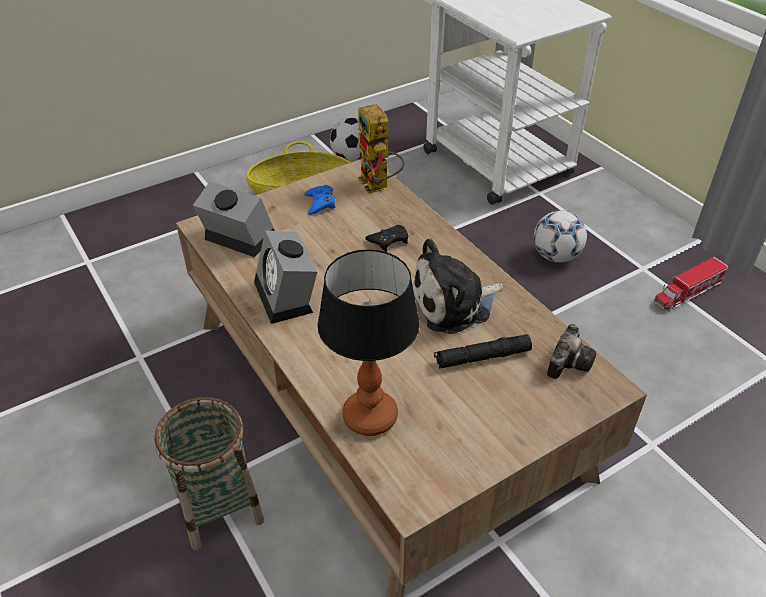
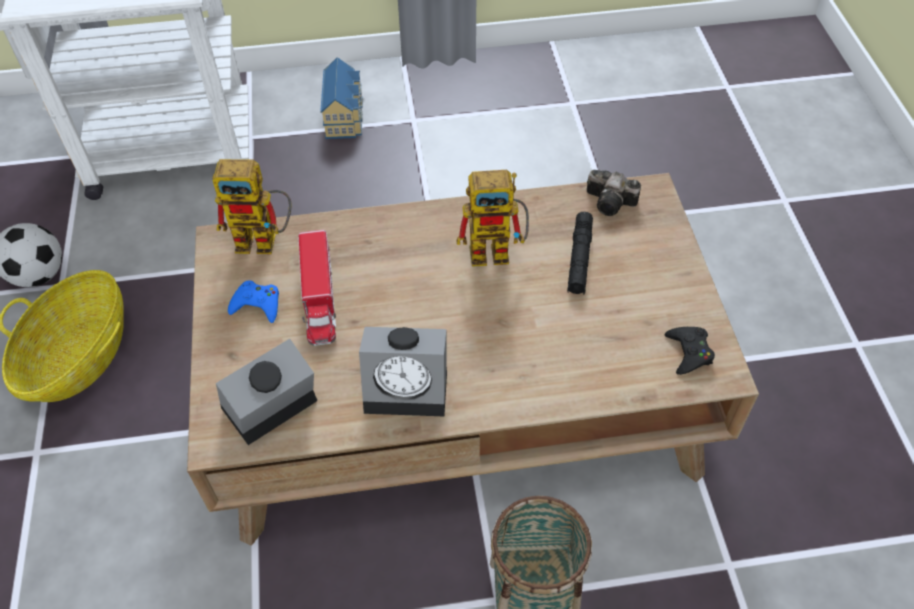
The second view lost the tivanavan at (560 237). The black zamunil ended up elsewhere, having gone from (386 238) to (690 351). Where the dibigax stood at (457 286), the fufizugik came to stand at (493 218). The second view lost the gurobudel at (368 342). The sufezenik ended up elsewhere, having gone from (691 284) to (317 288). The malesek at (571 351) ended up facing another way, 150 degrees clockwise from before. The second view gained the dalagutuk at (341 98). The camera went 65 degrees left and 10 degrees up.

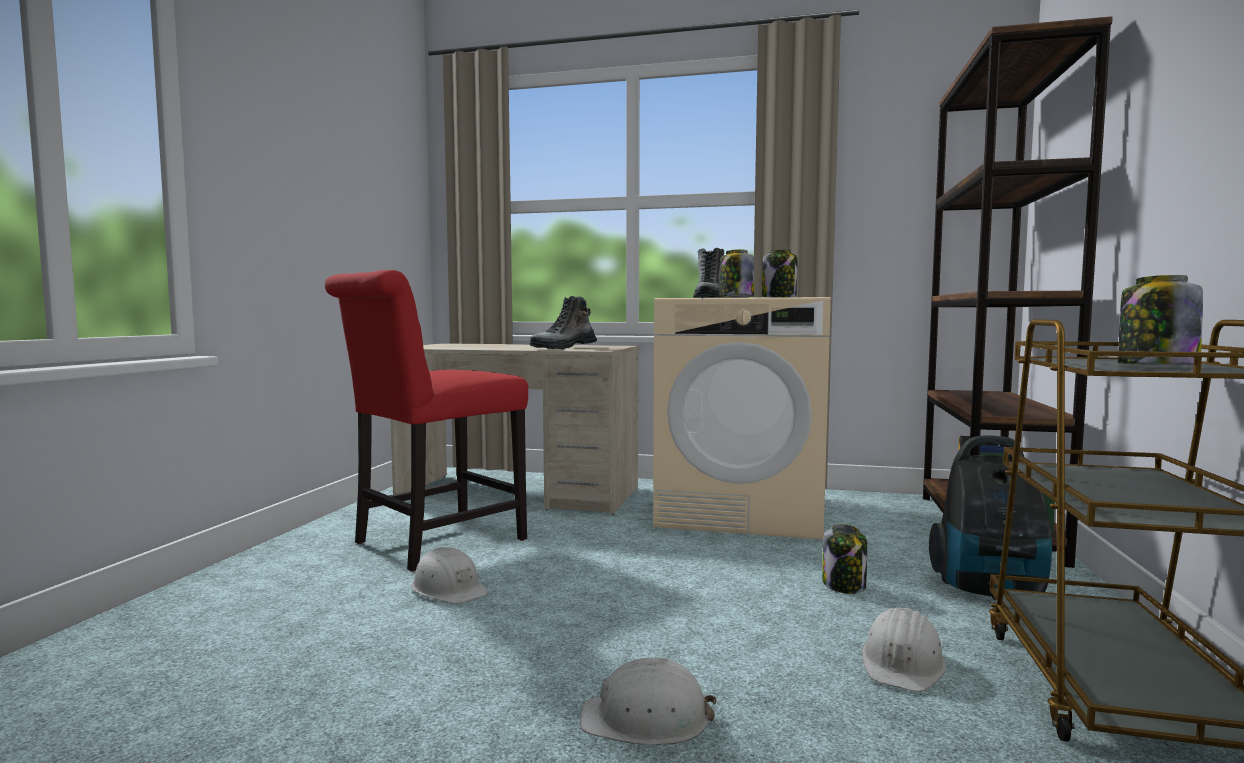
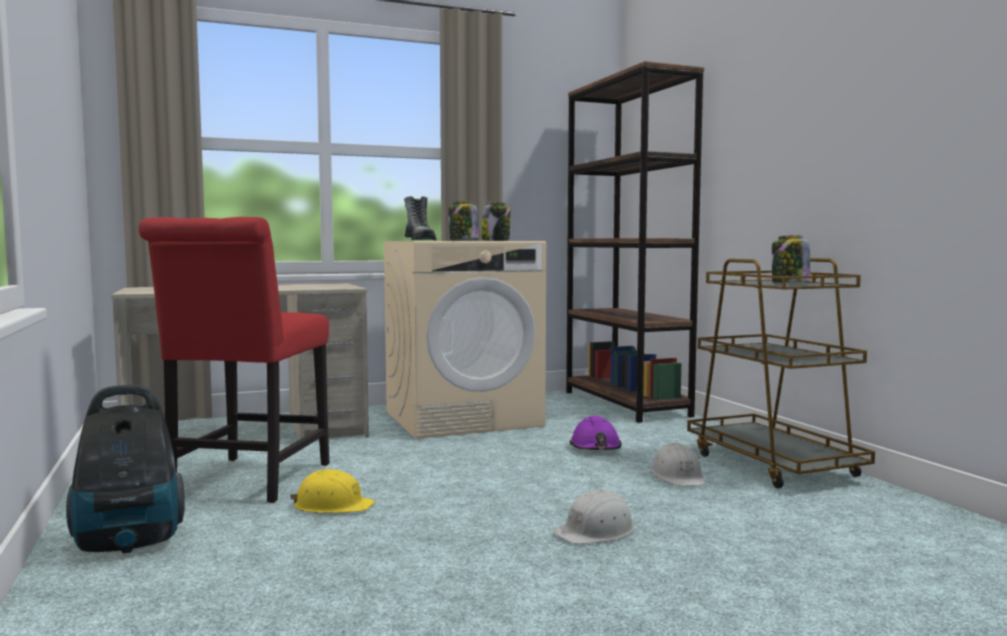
The second view lost the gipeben at (563 322). The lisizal ended up elsewhere, having gone from (990 517) to (125 469). Where the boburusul stood at (844 559), the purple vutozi came to stand at (596 433). What was the white vutozi at (449 575) turned into the yellow vutozi at (332 491). The camera went 35 degrees left and 0 degrees up.

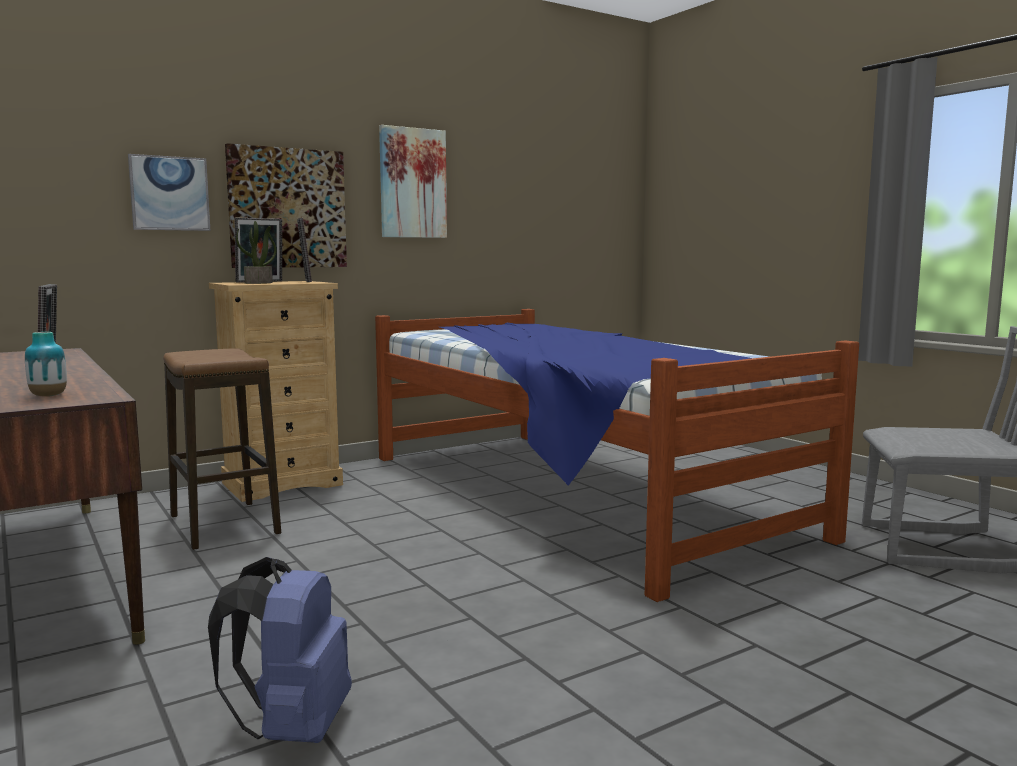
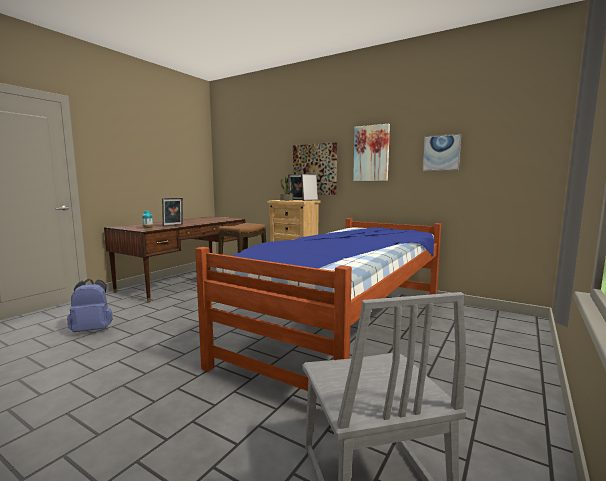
The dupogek ended up elsewhere, having gone from (169 192) to (441 152). The camera went 65 degrees right and 0 degrees up.

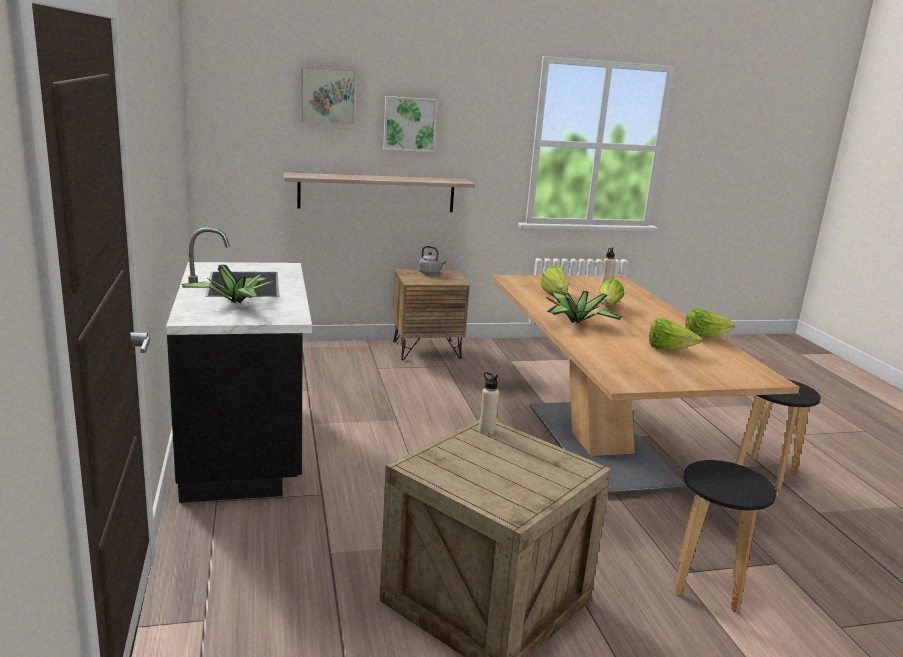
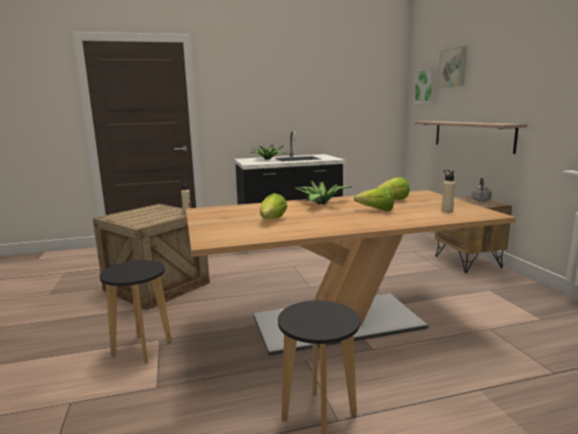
The dupogek ended up elsewhere, having gone from (410 124) to (425 85). The second view lost the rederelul at (710 322). The camera went 90 degrees right and 5 degrees down.

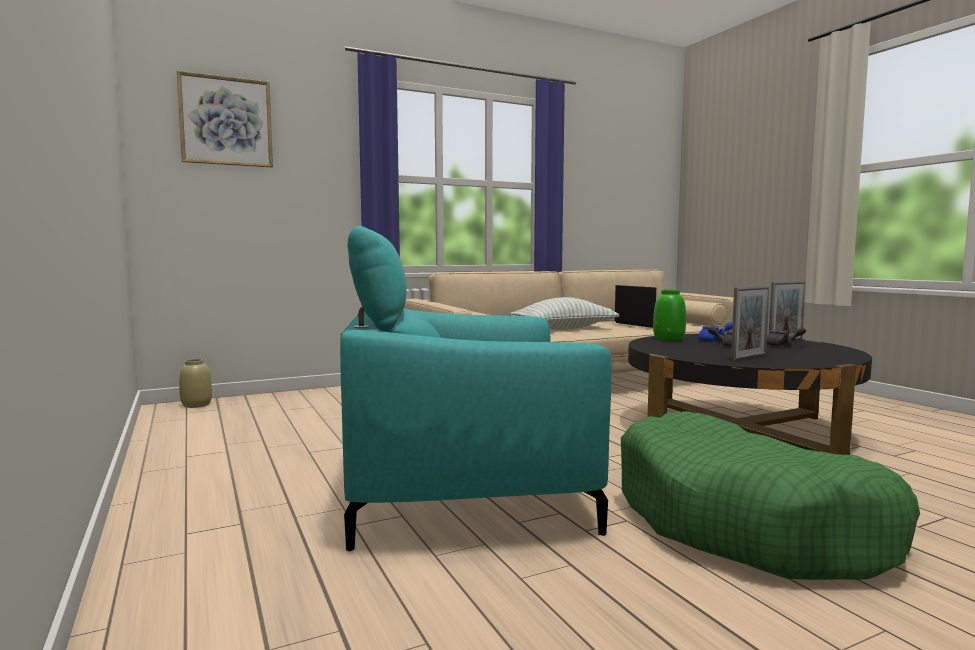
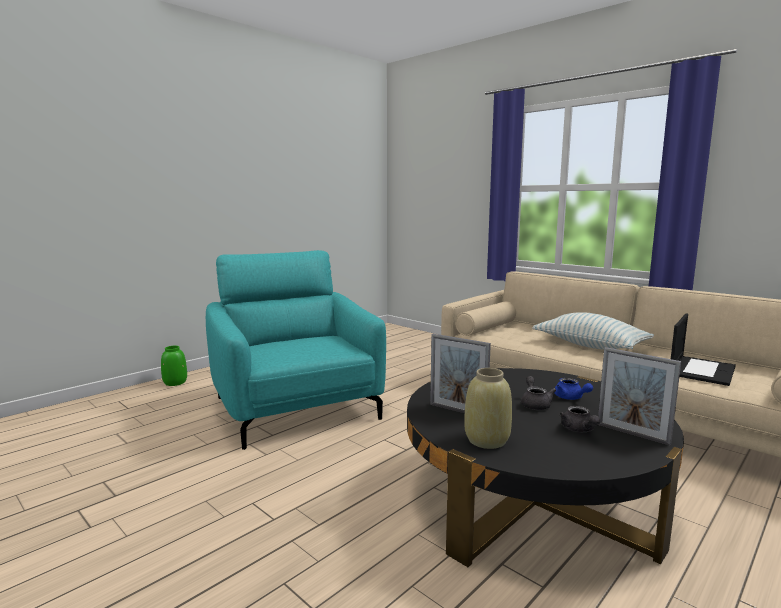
The second view lost the dupogek at (225 119). The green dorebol ended up elsewhere, having gone from (669 315) to (174 366). The beige dorebol ended up elsewhere, having gone from (195 383) to (488 408). The second view lost the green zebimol at (770 495). The camera went 70 degrees right and 5 degrees up.

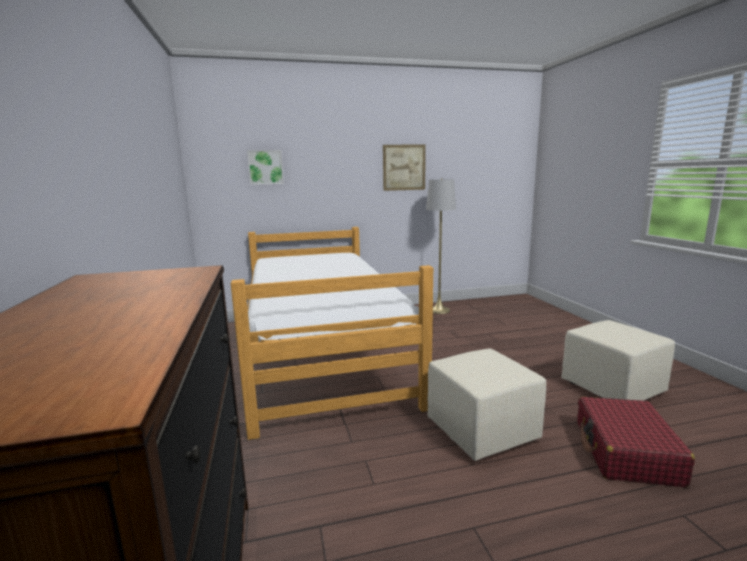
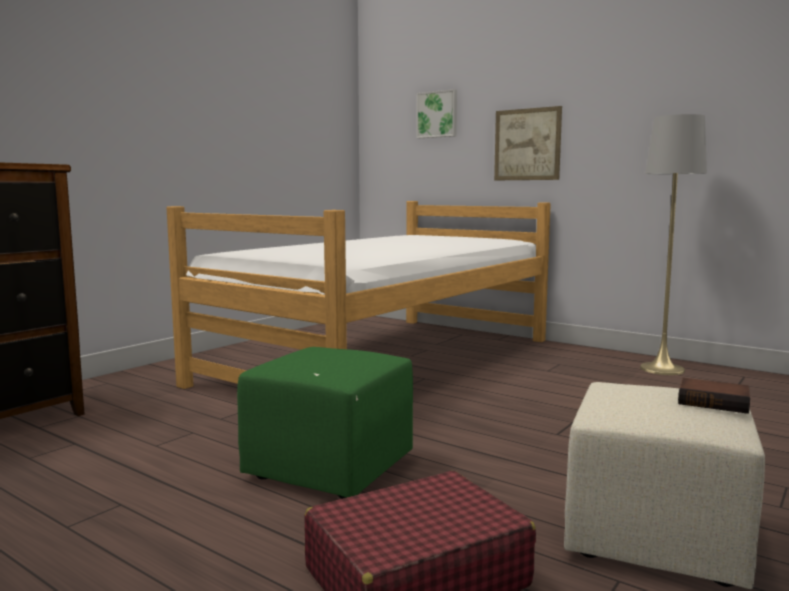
The dupogek ended up elsewhere, having gone from (404 168) to (528 143). What was the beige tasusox at (487 404) turned into the green tasusox at (325 423). The second view gained the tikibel at (714 396). The camera went 50 degrees right and 5 degrees down.

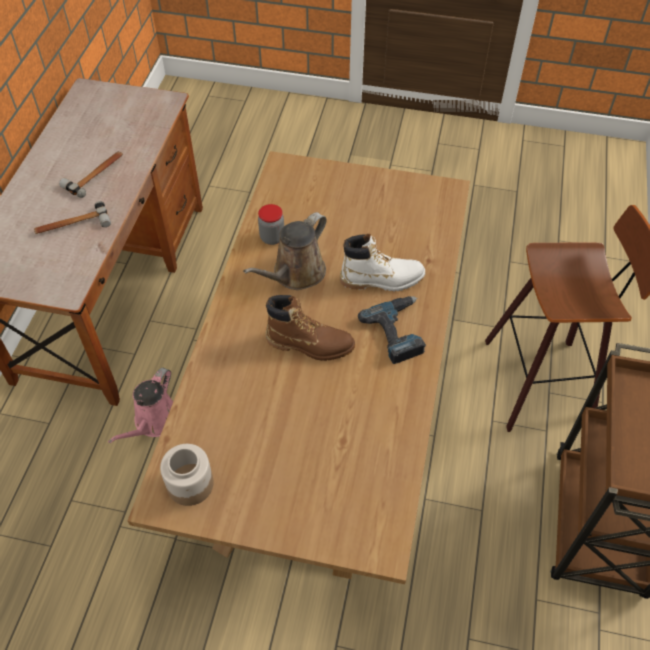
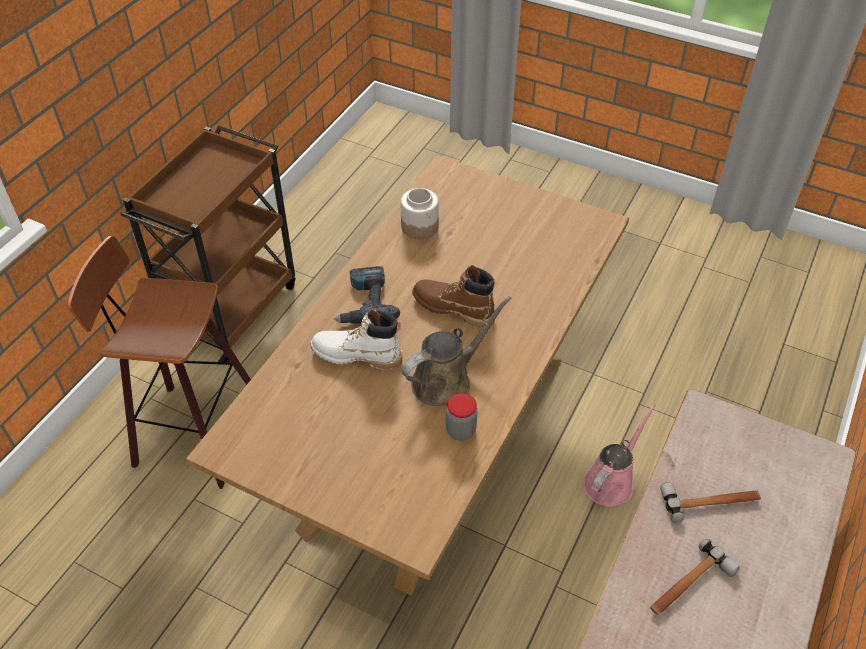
The boburusul ended up elsewhere, having gone from (186 475) to (419 213). The camera went 165 degrees left and 5 degrees down.

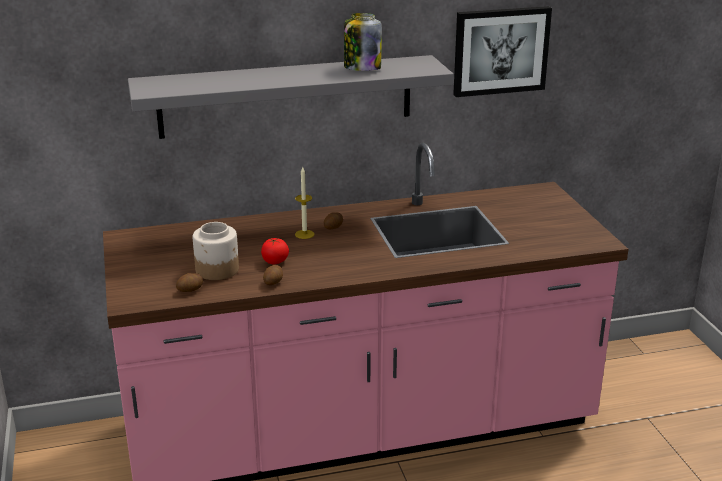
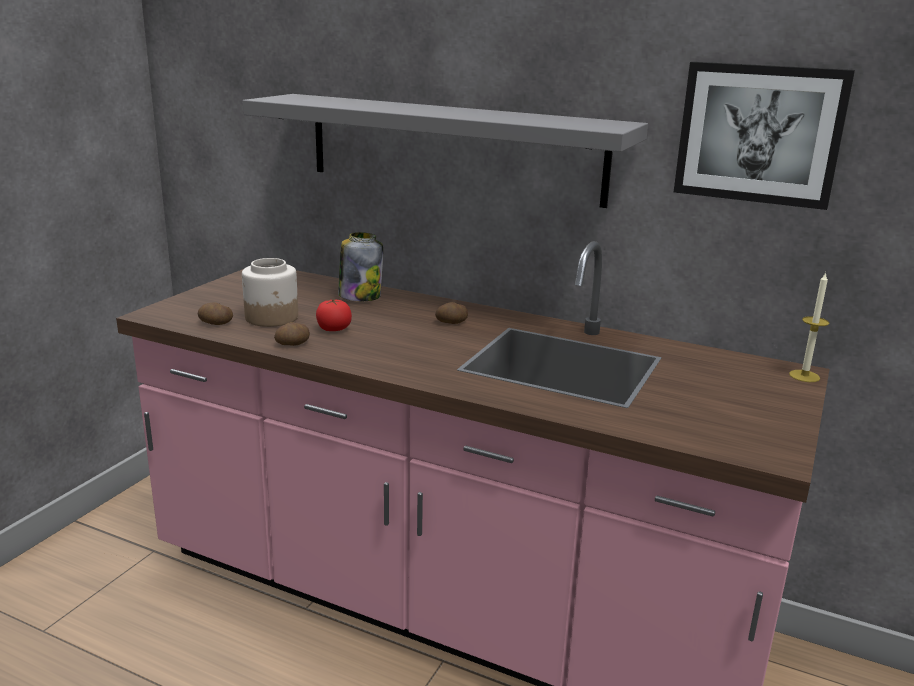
The boburusul ended up elsewhere, having gone from (363 42) to (360 266). The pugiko ended up elsewhere, having gone from (304 203) to (809 327). The camera went 40 degrees right and 5 degrees down.

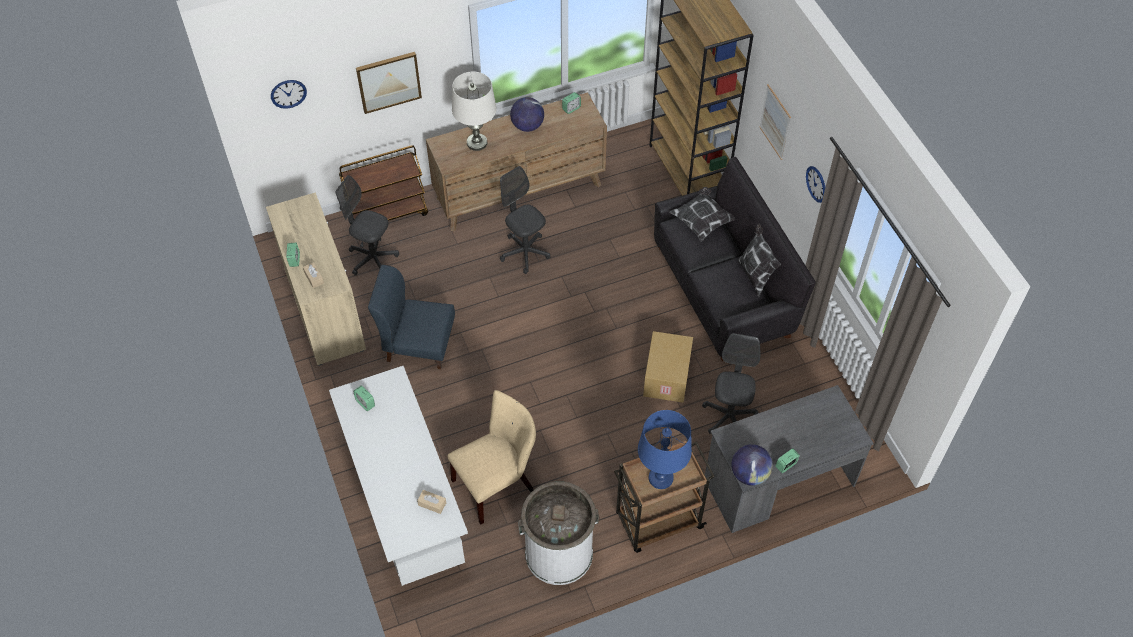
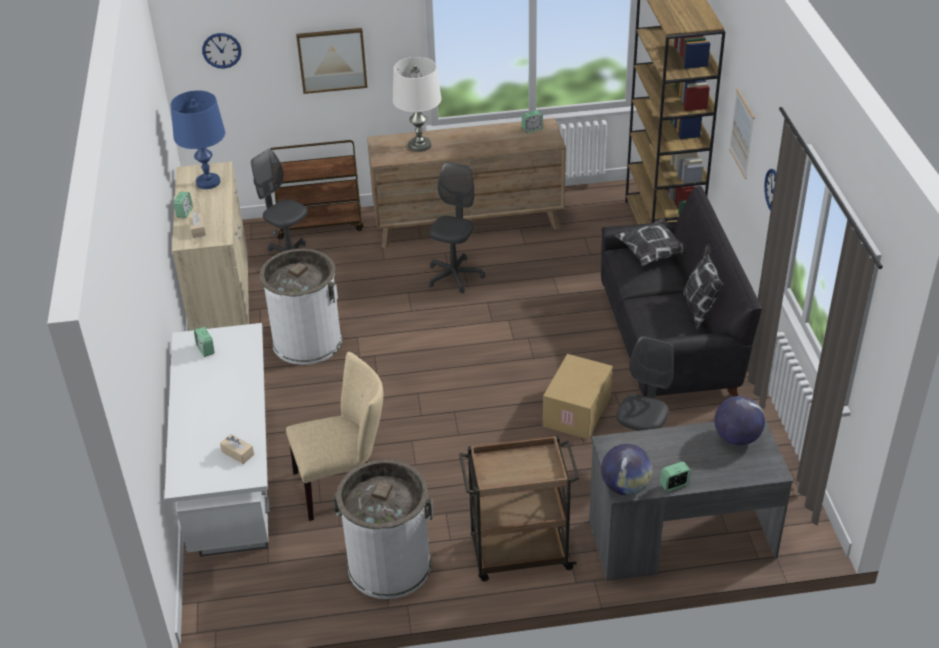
The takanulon ended up elsewhere, having gone from (527 114) to (739 421). The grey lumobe at (525 220) ended up facing another way, 45 degrees clockwise from before. Where the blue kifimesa stood at (411 317), the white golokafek came to stand at (300 307). The blue gurobudel ended up elsewhere, having gone from (665 449) to (197 139). The camera went 15 degrees right and 15 degrees down.

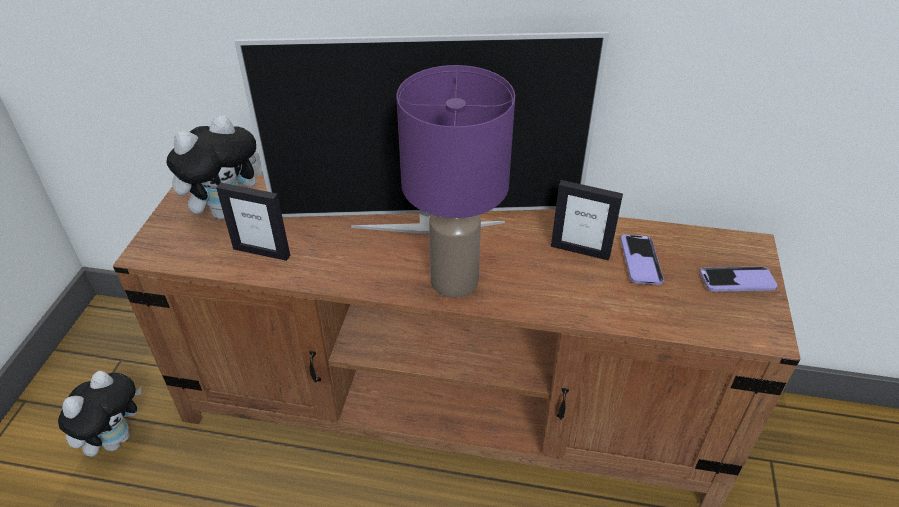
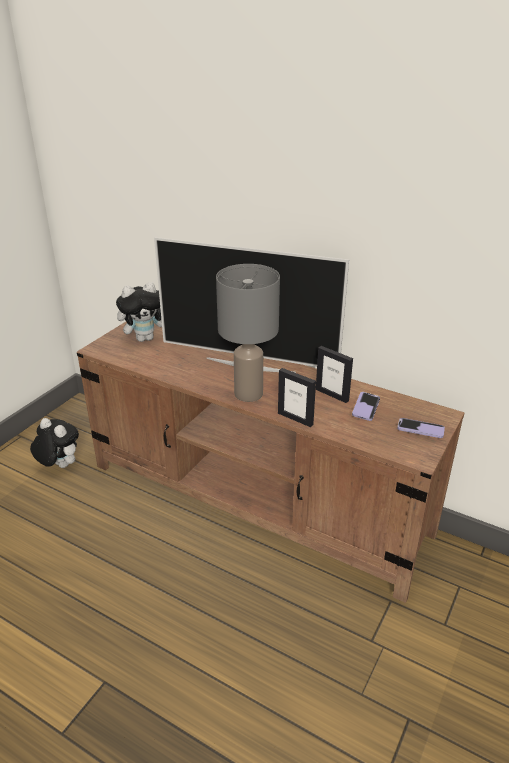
What was the purple gurobudel at (456 181) turned into the grey gurobudel at (248 333). The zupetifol ended up elsewhere, having gone from (253 221) to (297 397). The dibigax at (99 414) ended up facing another way, 105 degrees counterclockwise from before. The camera went 20 degrees right and 10 degrees down.

